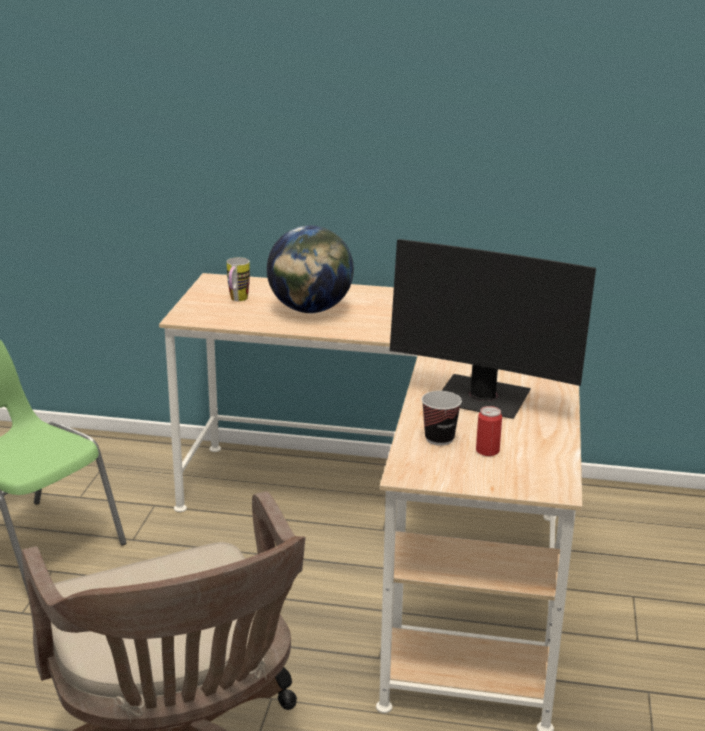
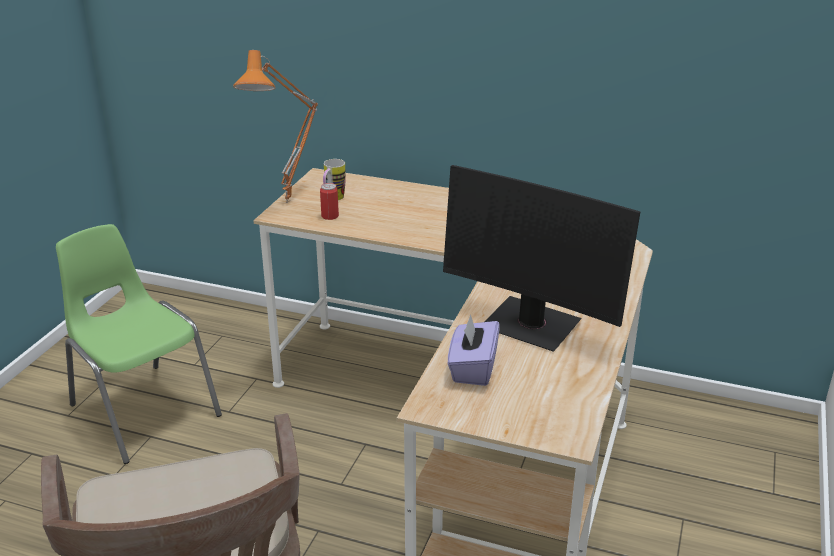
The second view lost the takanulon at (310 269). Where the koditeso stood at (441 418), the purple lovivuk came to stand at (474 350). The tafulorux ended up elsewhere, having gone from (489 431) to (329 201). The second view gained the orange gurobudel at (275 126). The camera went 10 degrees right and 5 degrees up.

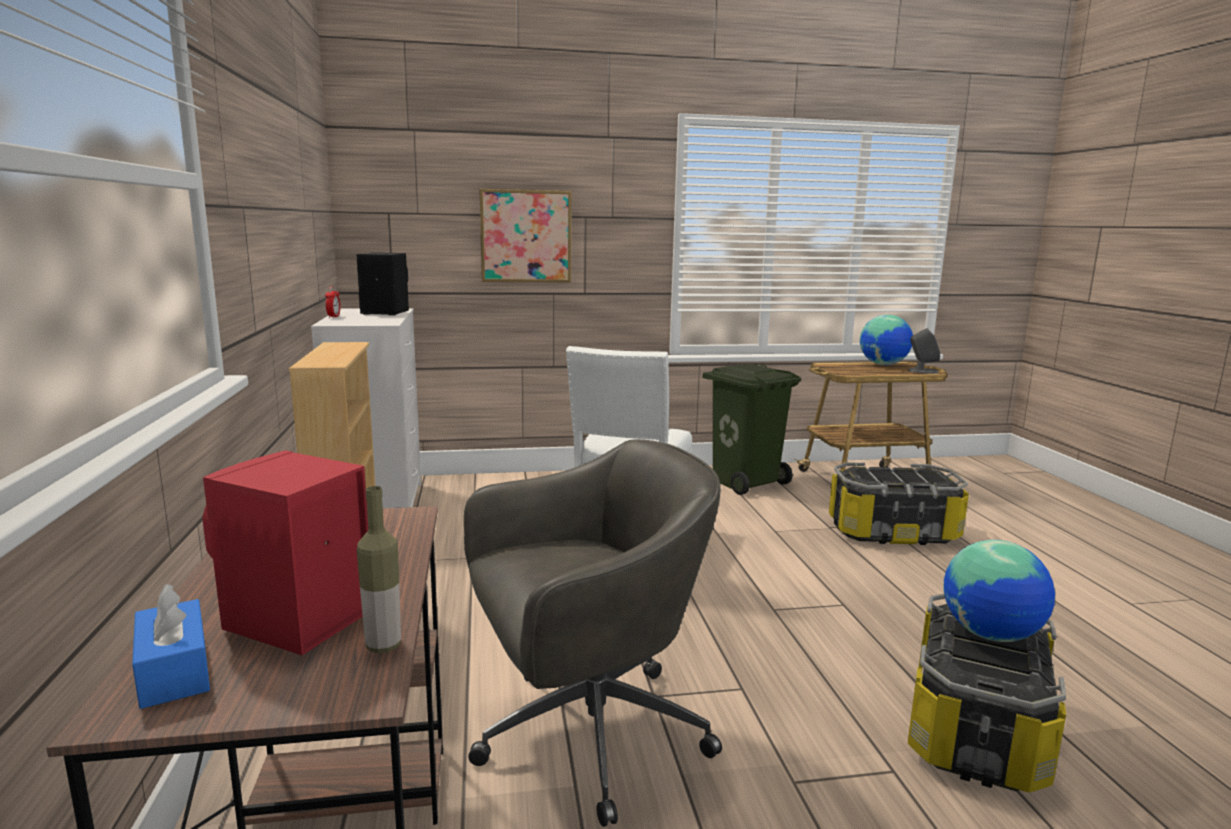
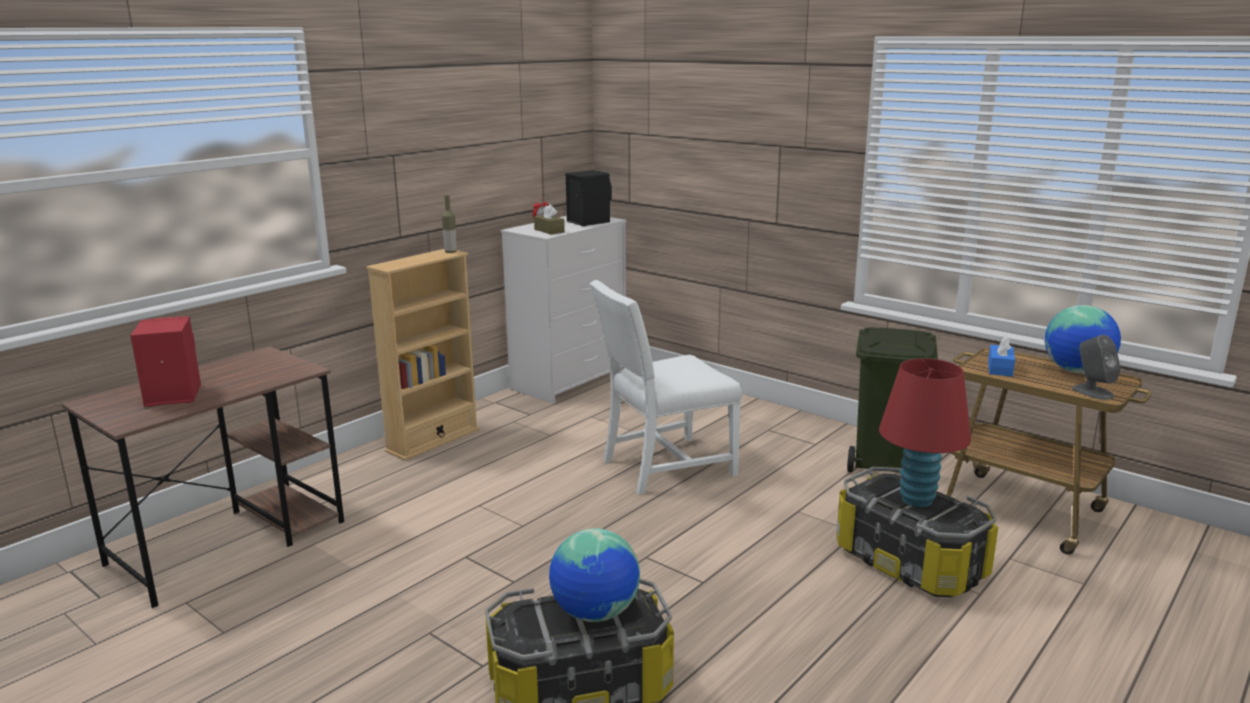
The second view lost the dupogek at (525 236). The second view lost the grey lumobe at (593 633). The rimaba ended up elsewhere, having gone from (379 569) to (449 224). The blue lovivuk ended up elsewhere, having gone from (171 646) to (1001 356). The second view gained the brown lovivuk at (549 219). The second view gained the red gurobudel at (925 432). The camera went 50 degrees right and 5 degrees up.

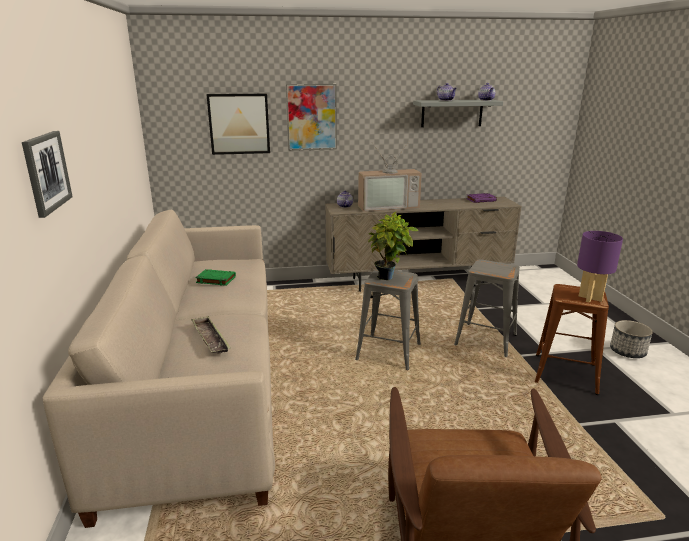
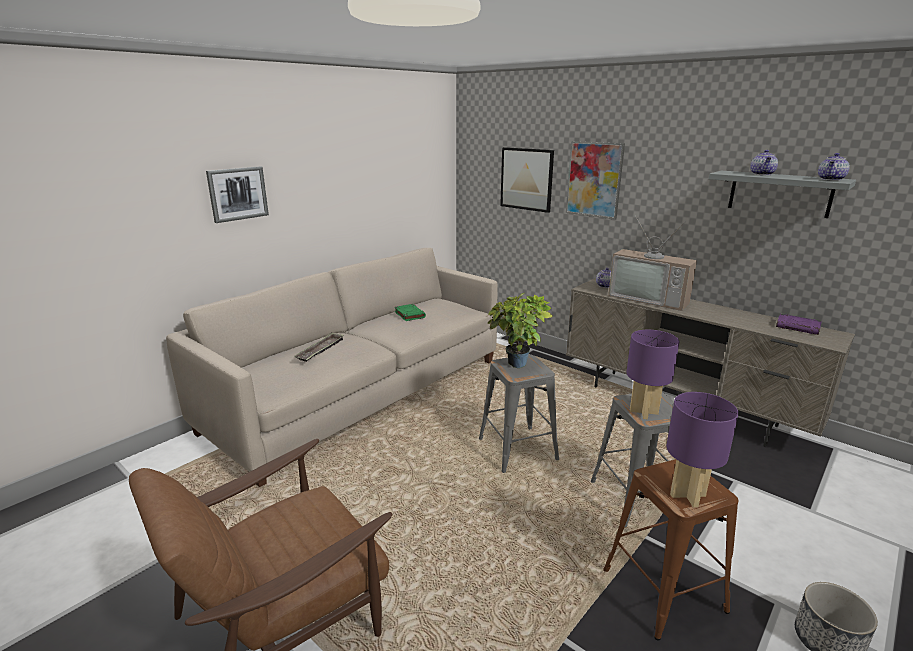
The second view gained the purple gurobudel at (652 374). The camera went 50 degrees right and 0 degrees up.

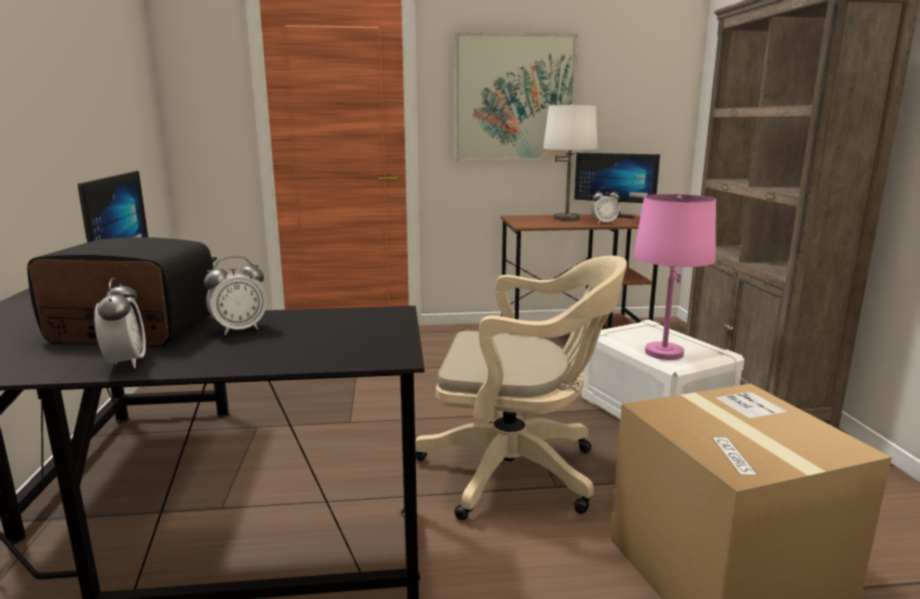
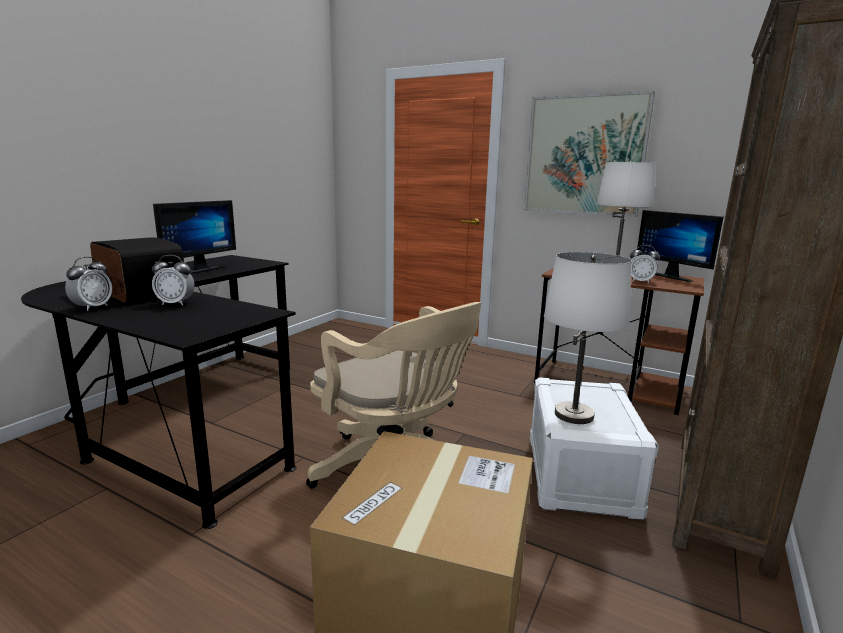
What was the pink gurobudel at (674 277) turned into the white gurobudel at (588 338). The camera went 35 degrees right and 0 degrees up.

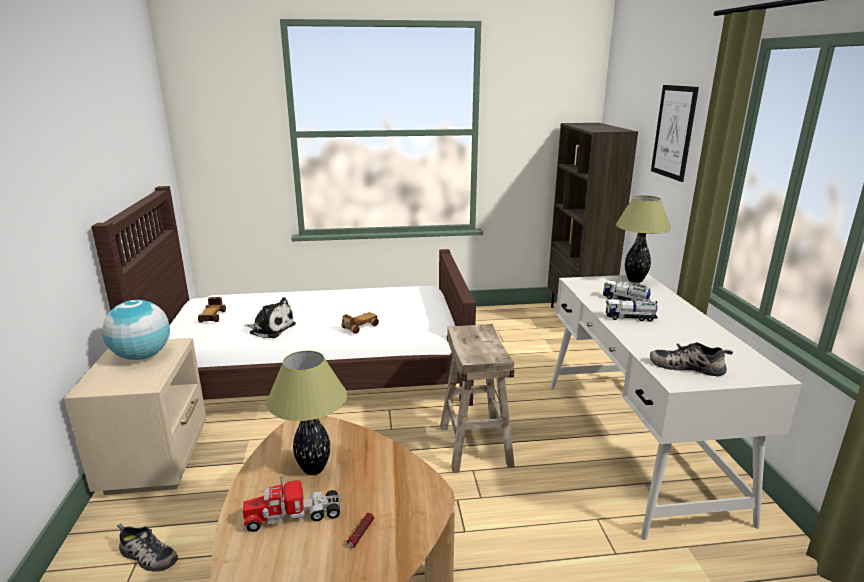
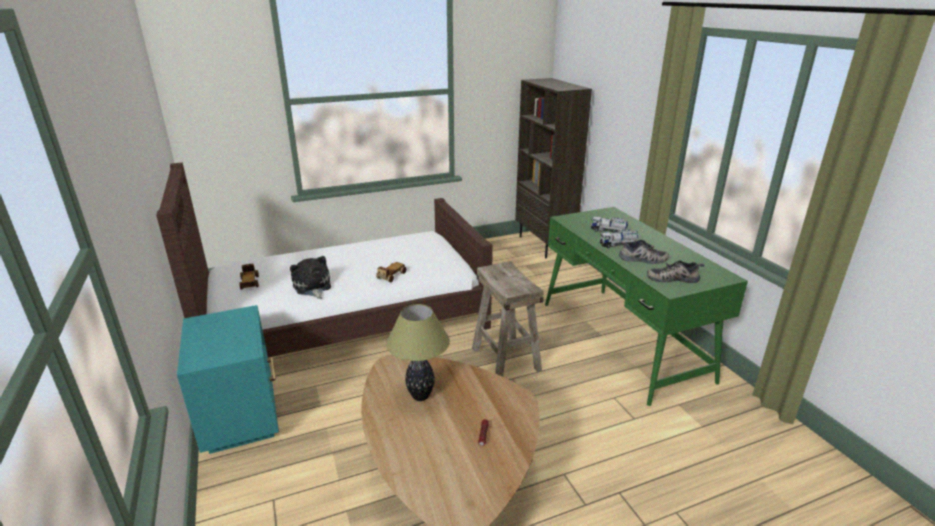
The second view lost the dupogek at (675 133). The second view lost the gurobudel at (643 239). What was the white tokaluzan at (676 407) turned into the green tokaluzan at (646 306). The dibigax at (270 317) ended up facing another way, 120 degrees counterclockwise from before. The second view lost the takanulon at (136 330). What was the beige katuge at (135 416) turned into the turquoise katuge at (228 379). The second view lost the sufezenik at (292 504). The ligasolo ended up elsewhere, having gone from (147 548) to (644 252). The camera went 15 degrees left and 5 degrees up.

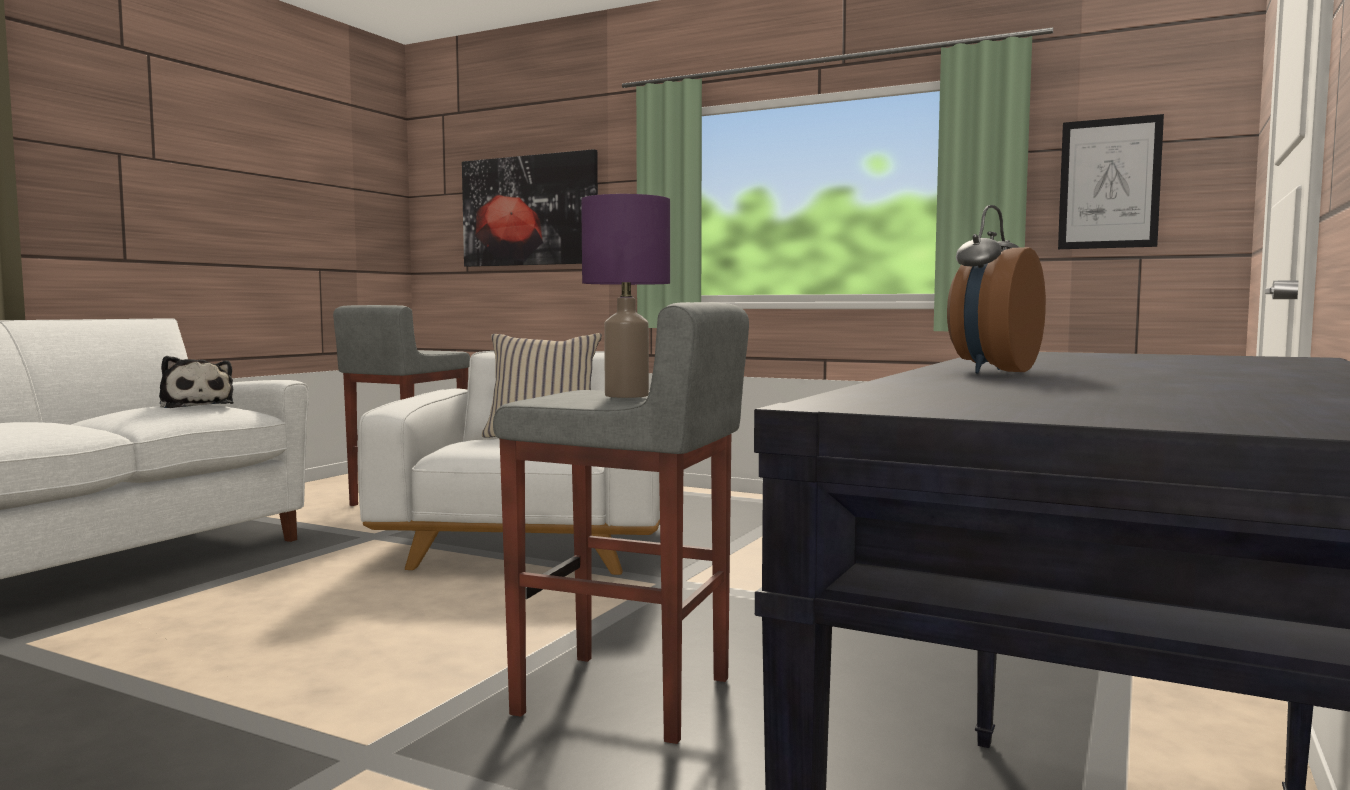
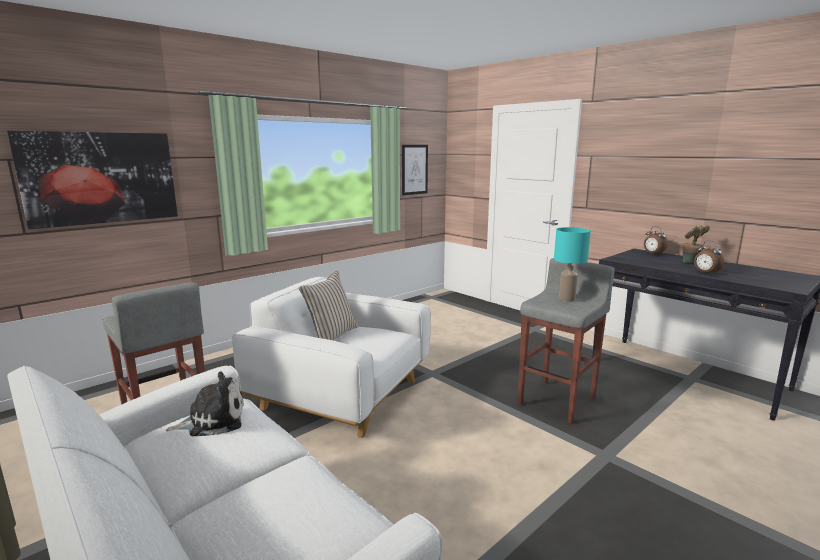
What was the purple gurobudel at (625 296) turned into the turquoise gurobudel at (572 264). The second view gained the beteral at (696 243). The second view gained the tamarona at (656 240). The camera went 70 degrees left and 10 degrees up.

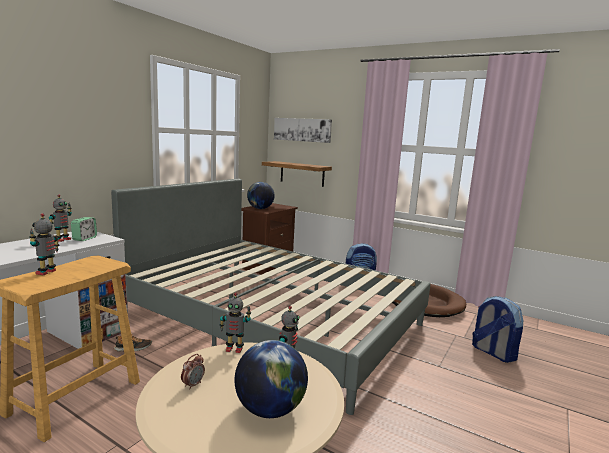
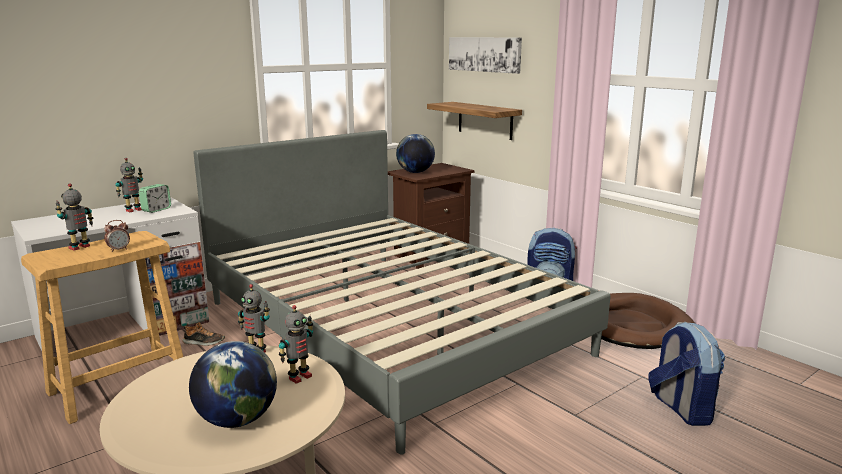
The tamarona ended up elsewhere, having gone from (193 372) to (117 236). The camera went 20 degrees right and 5 degrees up.

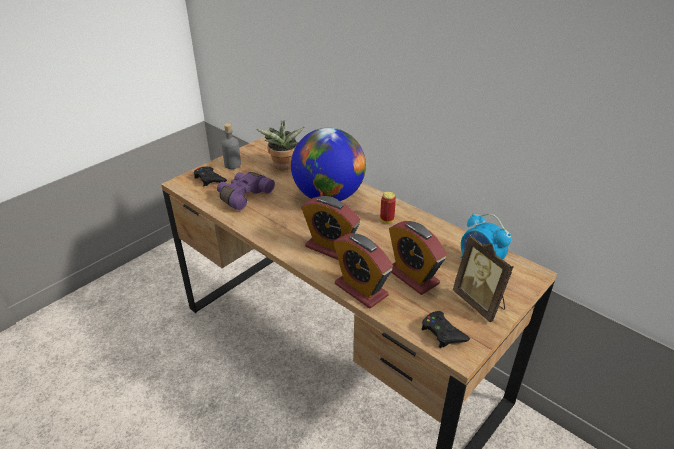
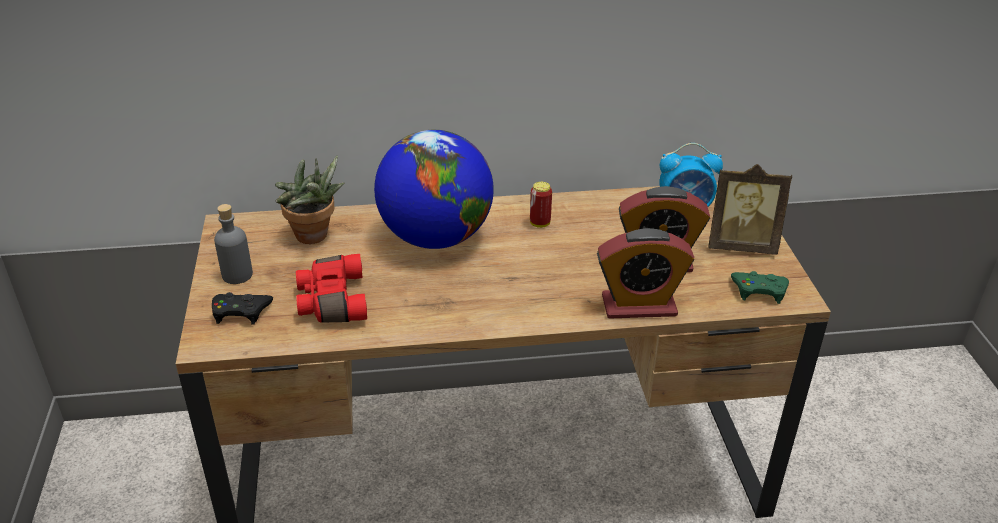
What was the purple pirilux at (246 191) turned into the red pirilux at (331 288). The second view lost the tamarona at (330 228). What was the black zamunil at (445 329) turned into the green zamunil at (760 287). The camera went 50 degrees left and 0 degrees up.

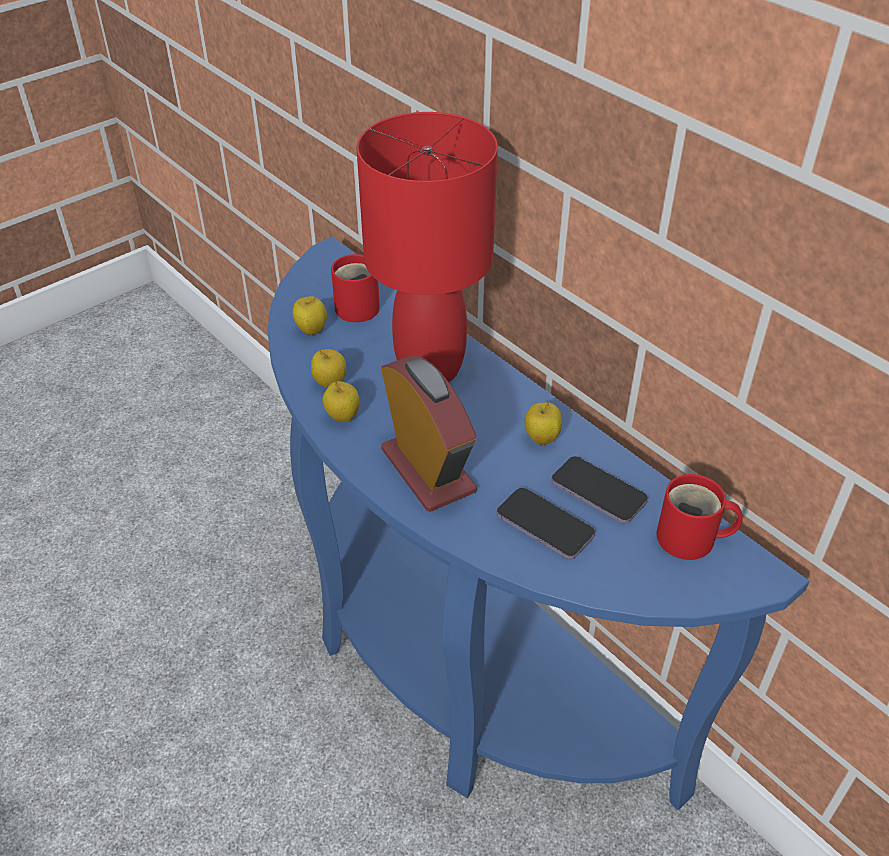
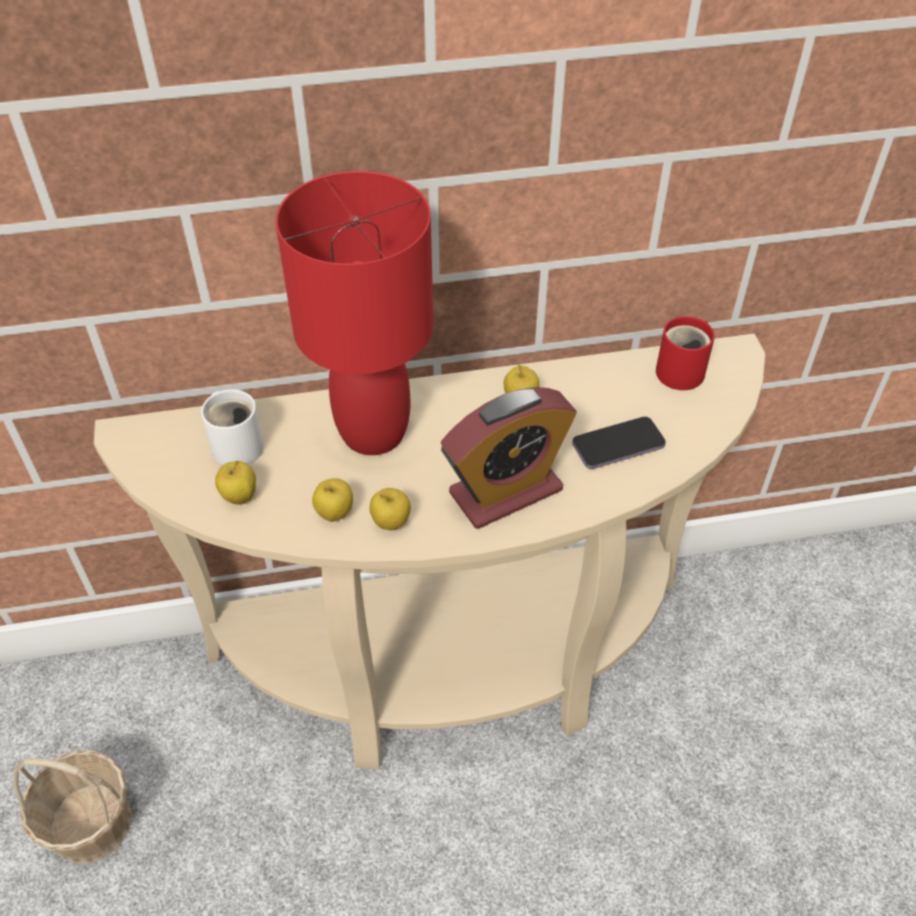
What was the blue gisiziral at (538 523) turned into the beige gisiziral at (430 552). What was the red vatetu at (355 288) turned into the white vatetu at (232 427). The tamarona at (429 433) ended up facing another way, 150 degrees clockwise from before. The second view lost the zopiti at (599 490). The second view gained the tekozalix at (73 807). The camera went 60 degrees left and 5 degrees up.

